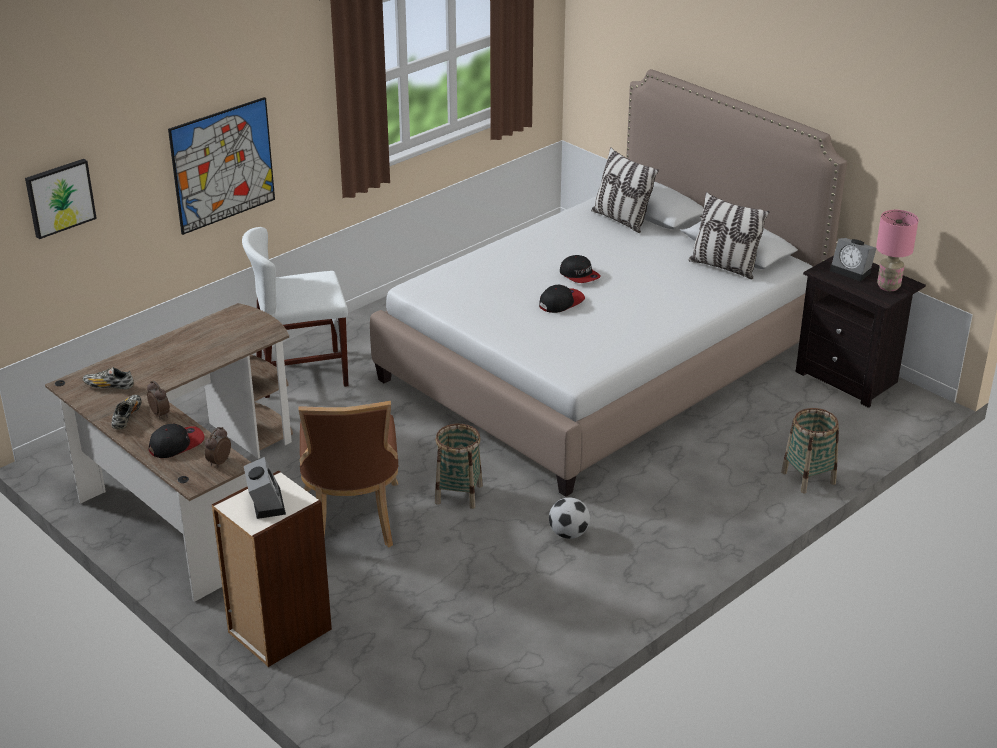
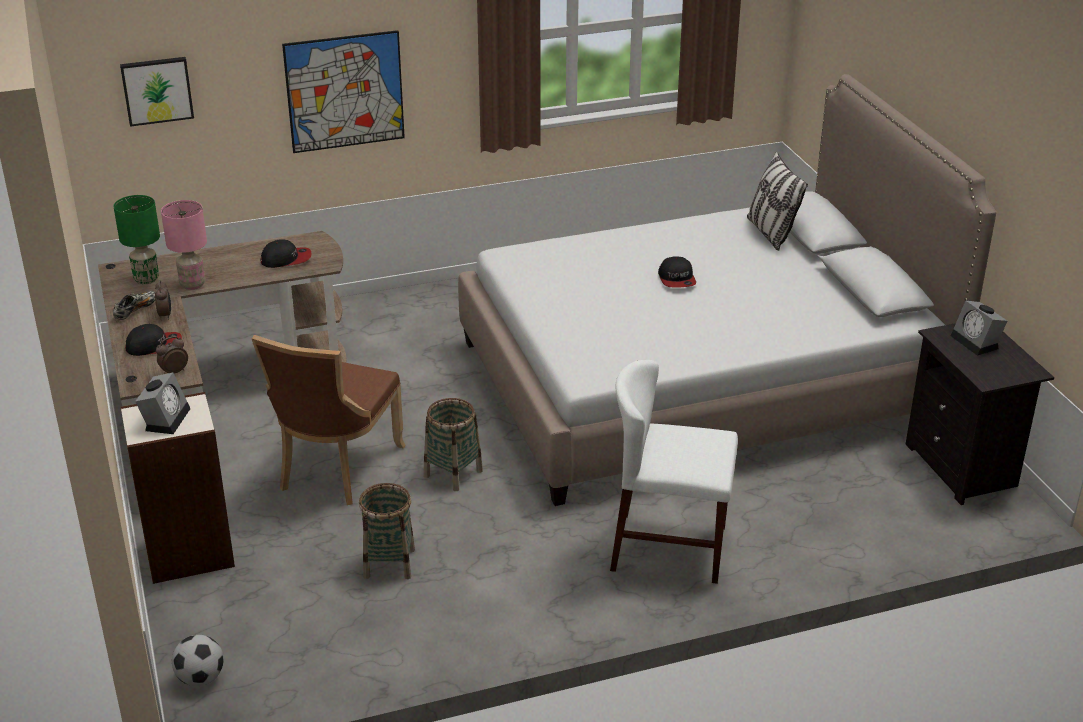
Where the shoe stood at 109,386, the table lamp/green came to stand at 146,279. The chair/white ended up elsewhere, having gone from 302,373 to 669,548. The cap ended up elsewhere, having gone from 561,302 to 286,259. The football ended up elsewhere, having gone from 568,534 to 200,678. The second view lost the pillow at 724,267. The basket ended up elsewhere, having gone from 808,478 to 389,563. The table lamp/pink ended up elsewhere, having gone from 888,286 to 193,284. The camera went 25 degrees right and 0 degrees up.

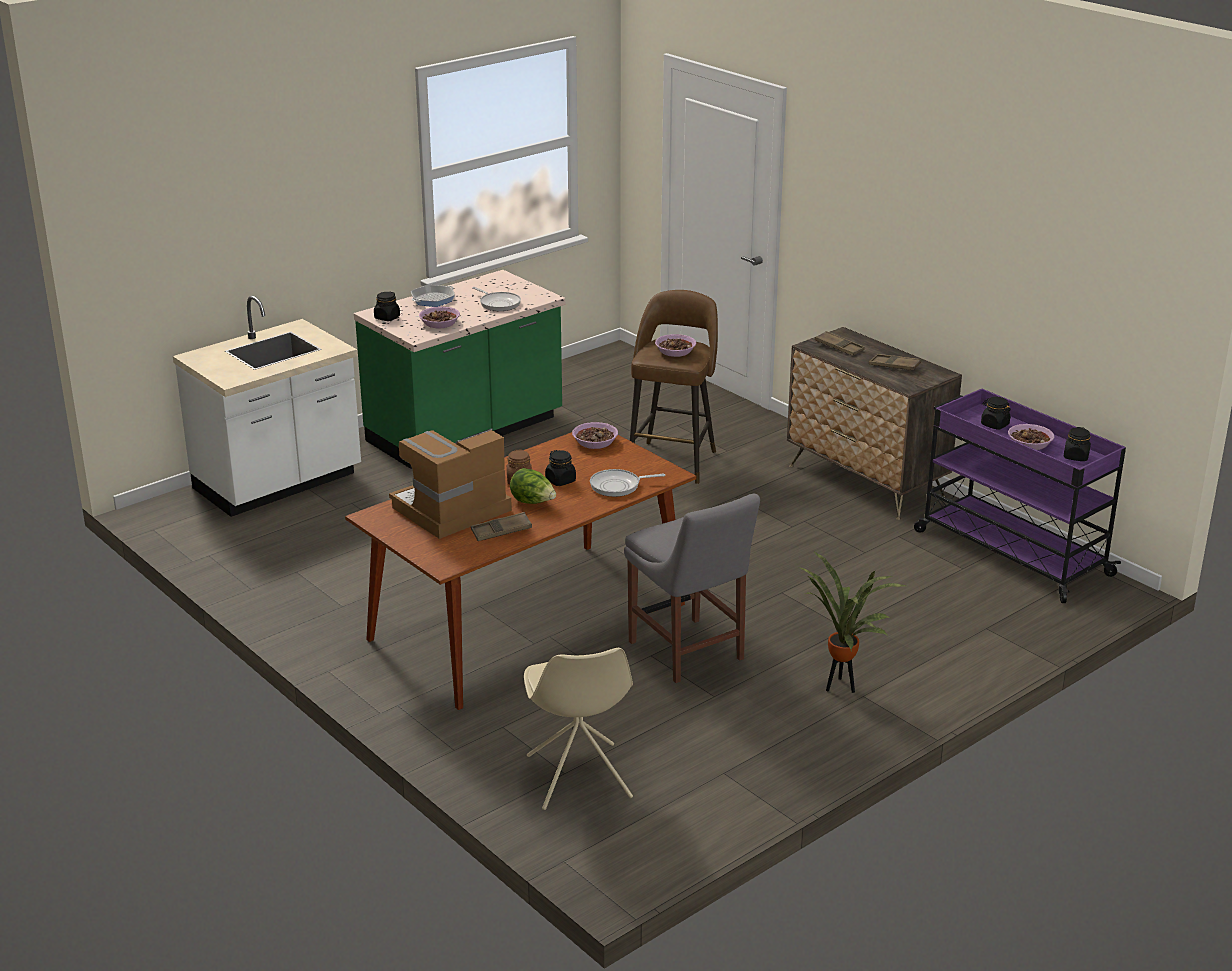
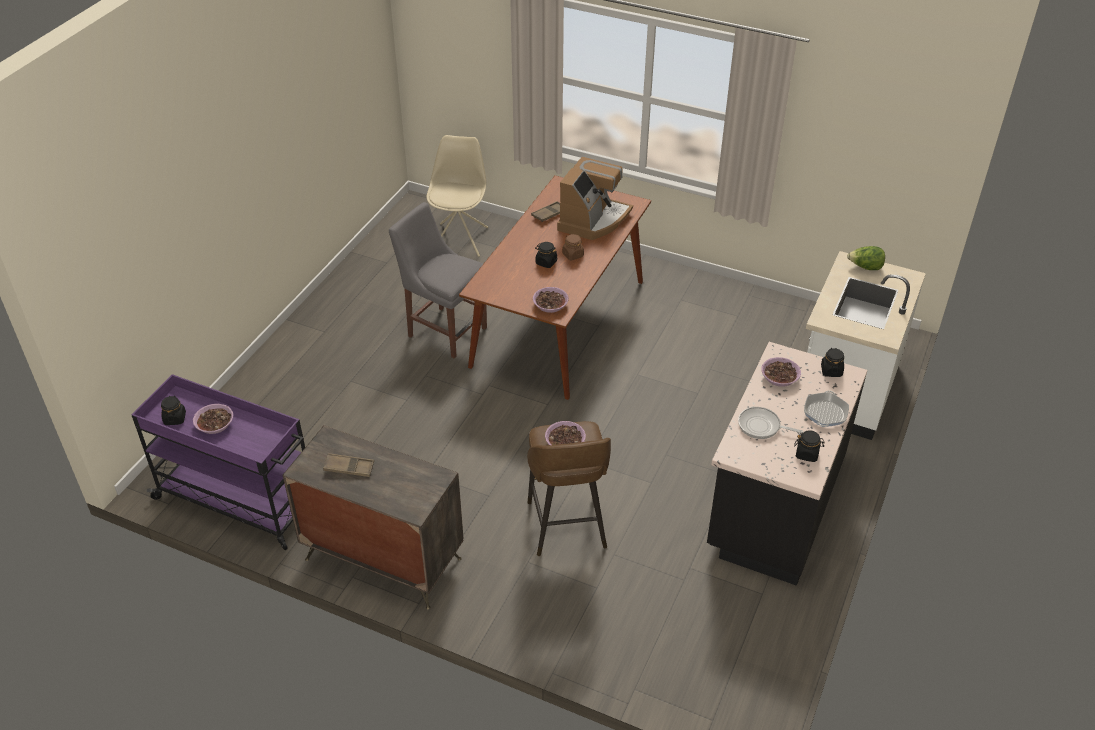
What was the counter/green at 466,431 turned into the counter/black at 773,505. The lettuce ended up elsewhere, having gone from 533,502 to 865,267. The chair/beige at 579,778 ended up facing another way, 45 degrees clockwise from before. The second view lost the frying pan at 618,486. The second view lost the potted plant at 841,688. The second view lost the tray/brown at 839,347. The jar/black ended up elsewhere, having gone from 994,425 to 807,454. The camera went 155 degrees right and 15 degrees up.

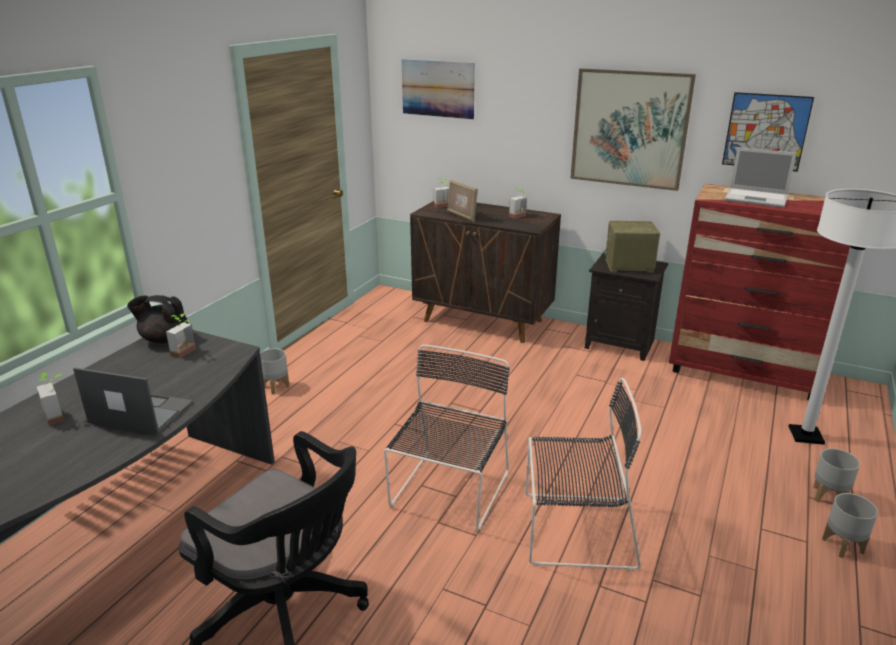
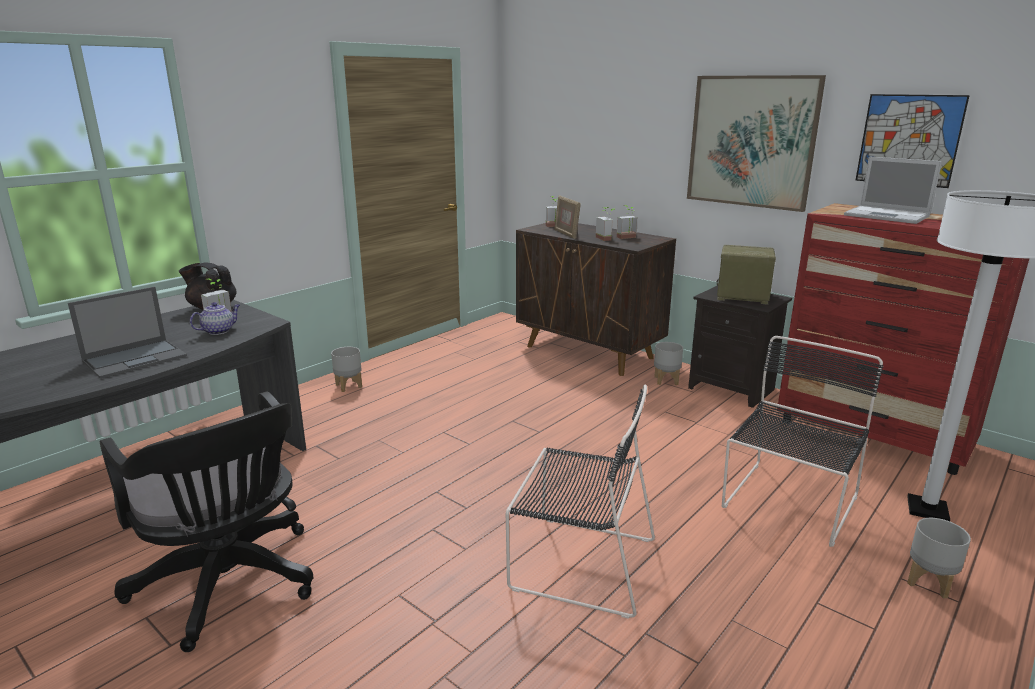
The potted plant ended up elsewhere, having gone from 60,415 to 606,238. The laptop at 140,412 ended up facing another way, 105 degrees clockwise from before. The chair/black ended up elsewhere, having gone from 449,492 to 788,504. The second view lost the picture at 438,88. The planter/grey ended up elsewhere, having gone from 842,545 to 666,380. The second view gained the teapot at 219,331. The camera went 15 degrees right and 5 degrees down.

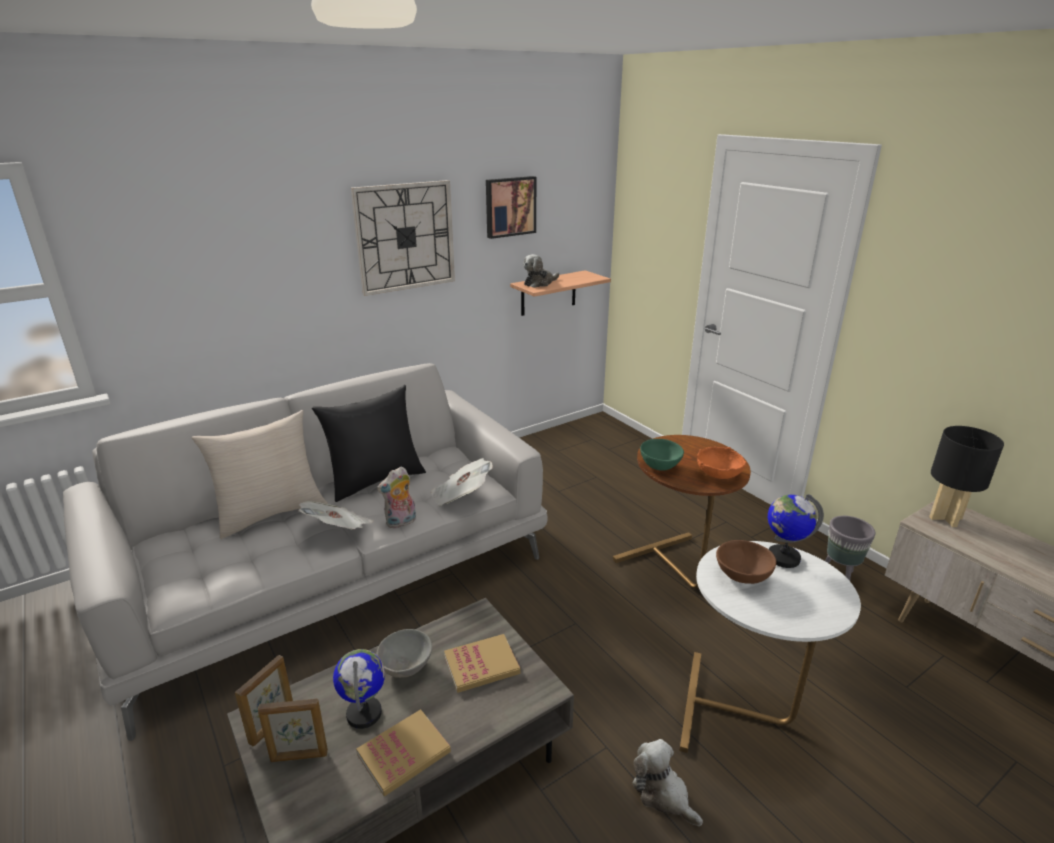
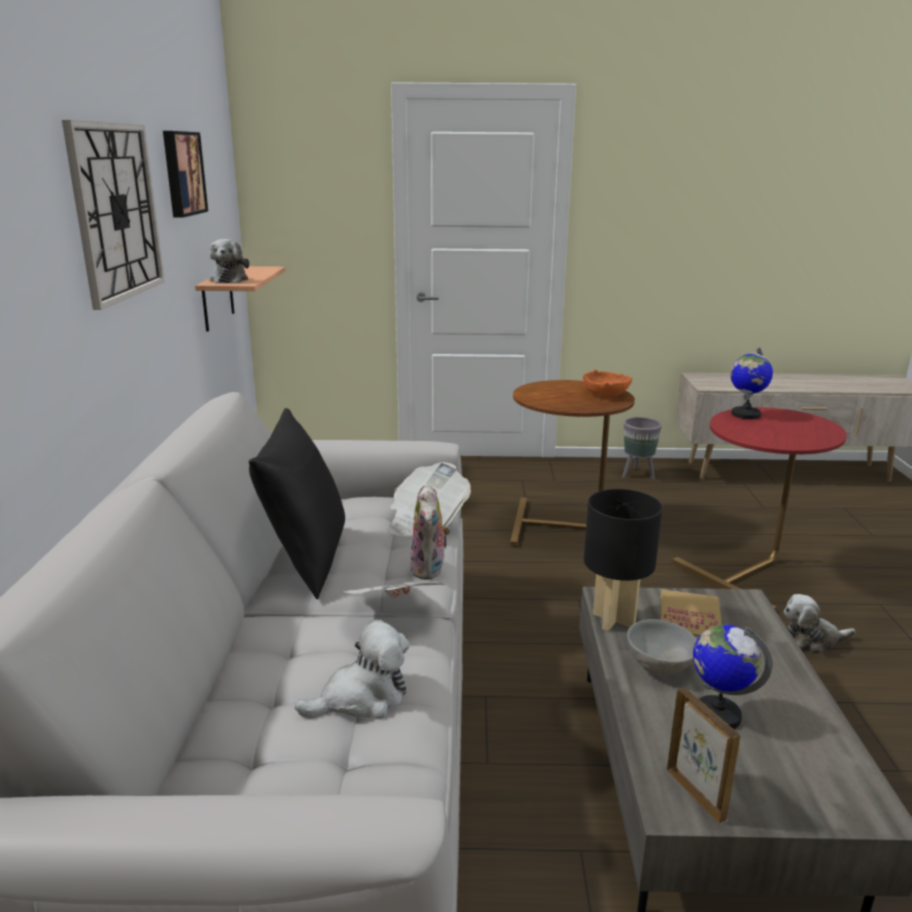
The second view lost the pillow/beige at 271,513. The second view lost the picture frame at 299,756. The second view lost the book at 404,754. The second view lost the bowl/green at 660,466. What was the side table/white at 745,715 turned into the side table/red at 751,572. The second view lost the bowl/brown at 742,577. The table lamp/black ended up elsewhere, having gone from 945,518 to 613,620. The second view gained the plush toy at 362,698. The camera went 55 degrees left and 5 degrees down.

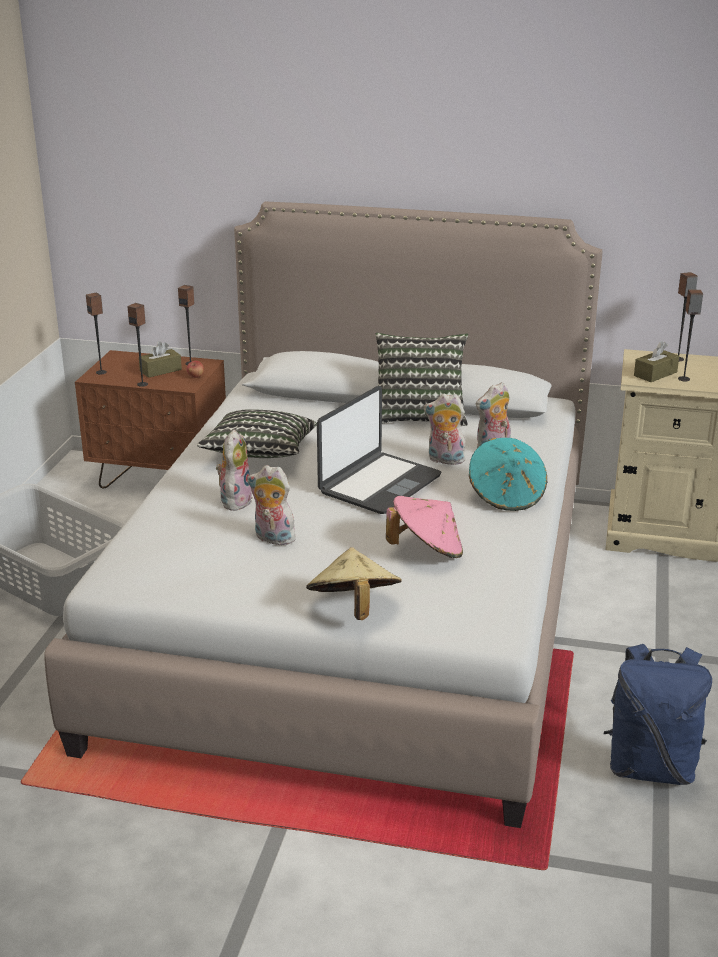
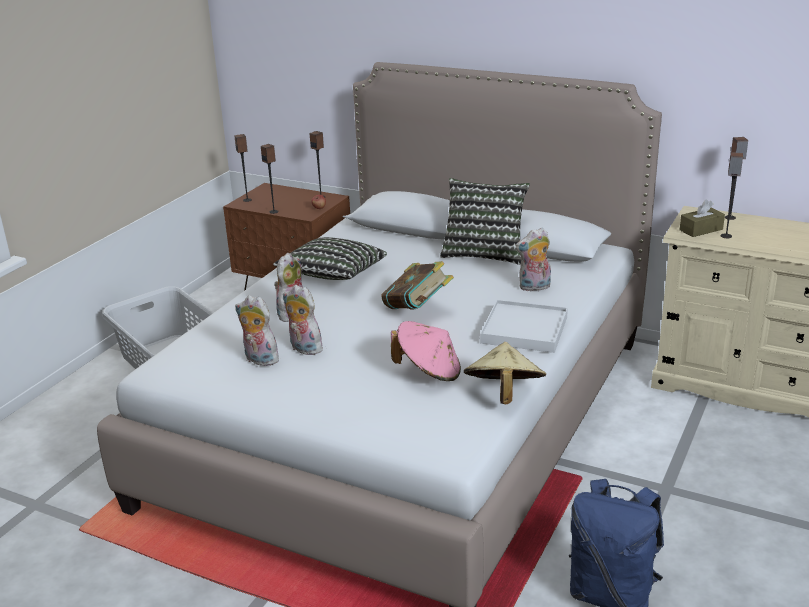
The second view lost the tissue box/brown at 160,370. The hat/beige ended up elsewhere, having gone from 353,609 to 503,395. Where the laptop stood at 379,484, the book came to stand at 417,310. The plush toy ended up elsewhere, having gone from 444,460 to 259,360. Where the hat/turquoise stood at 506,496, the tray/white came to stand at 524,330. The camera went 15 degrees right and 0 degrees up.

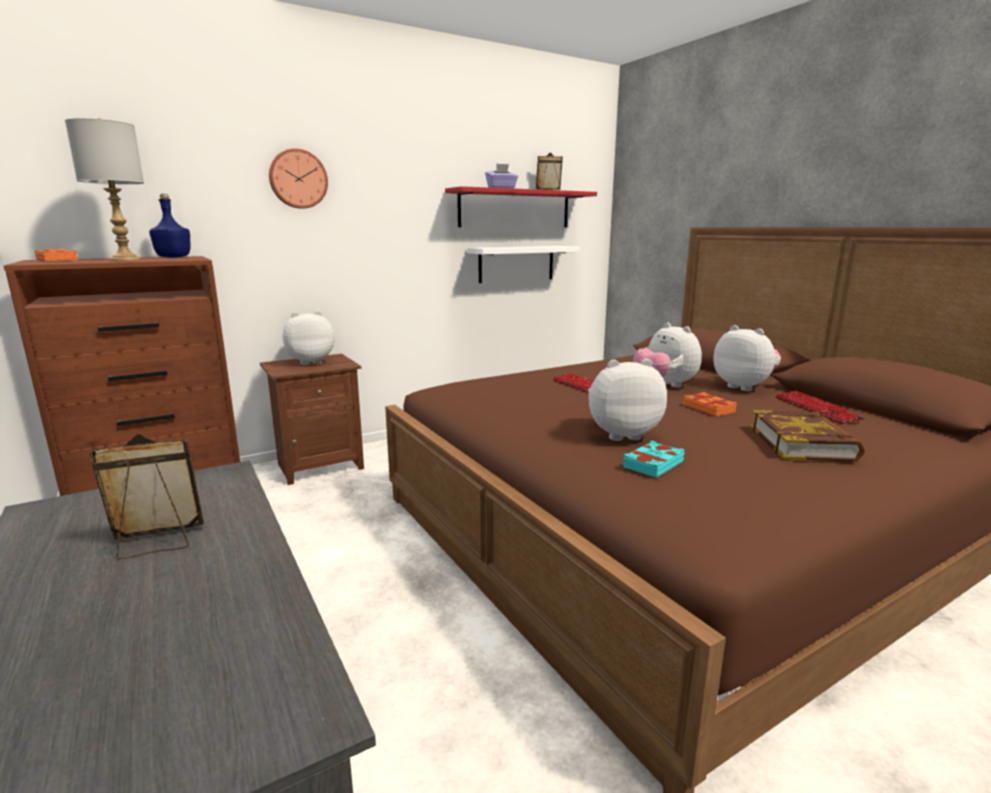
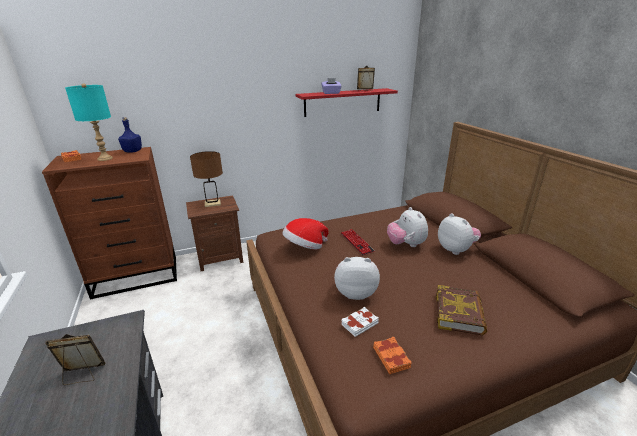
What was the table lamp/grey at 124,260 turned into the table lamp/turquoise at 105,158. The second view lost the wall clock at 298,179. Where the plush toy stood at 310,362, the table lamp/brown came to stand at 212,203. The second view lost the shelf/white at 516,264. What was the book/turquoise at 652,464 turned into the book/white at 359,323. The book/orange ended up elsewhere, having gone from 709,408 to 391,357. The second view lost the keyboard at 816,409. The second view gained the hat at 305,247. The camera went 10 degrees right and 10 degrees up.

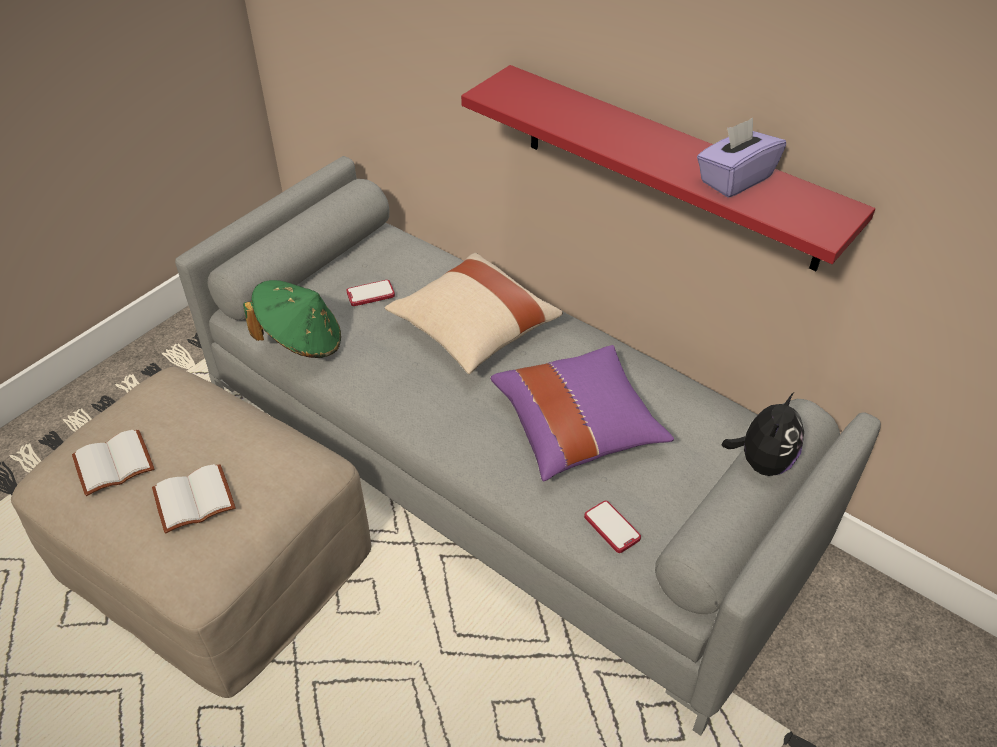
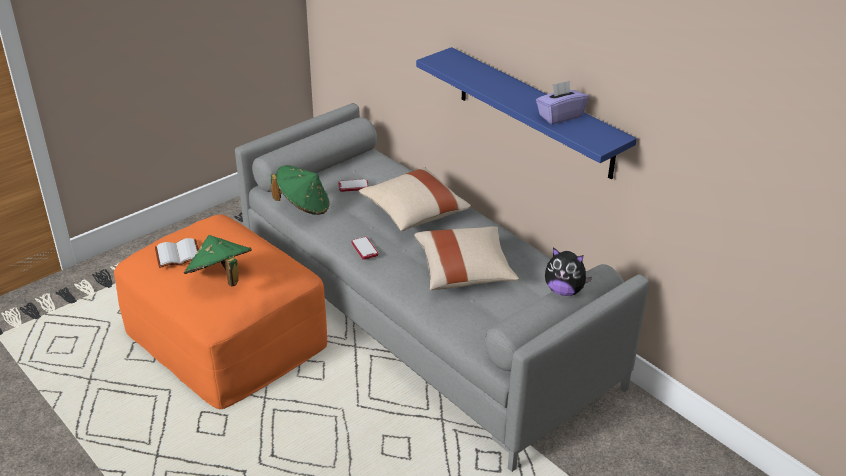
What was the ottoman/beige at 211,557 turned into the ottoman/orange at 225,337. Where the book/white stood at 193,501, the hat/green came to stand at 220,278. What was the shelf/red at 669,167 turned into the shelf/blue at 534,112. What was the pillow/purple at 578,427 turned into the pillow/beige at 464,271. The phone ended up elsewhere, having gone from 612,527 to 364,249. The plush toy at 762,462 ended up facing another way, 75 degrees clockwise from before. The camera went 10 degrees right and 10 degrees down.

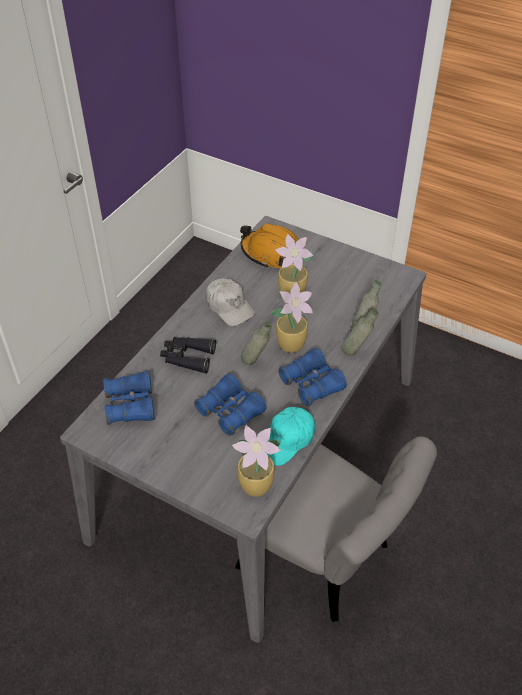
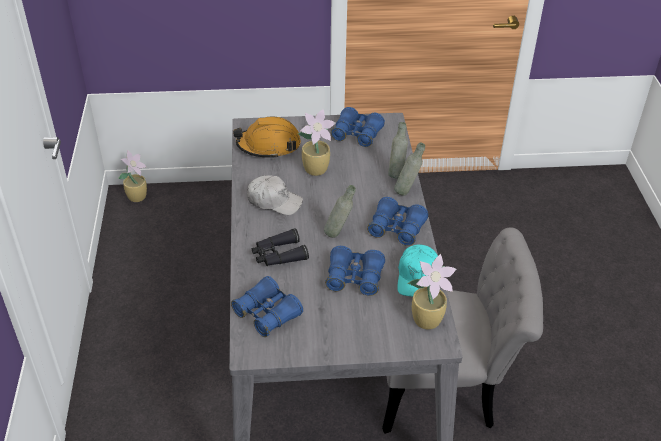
The potted plant ended up elsewhere, having gone from 292,344 to 138,196. The second view gained the binoculars/blue at 357,134. The camera went 35 degrees left and 5 degrees down.

